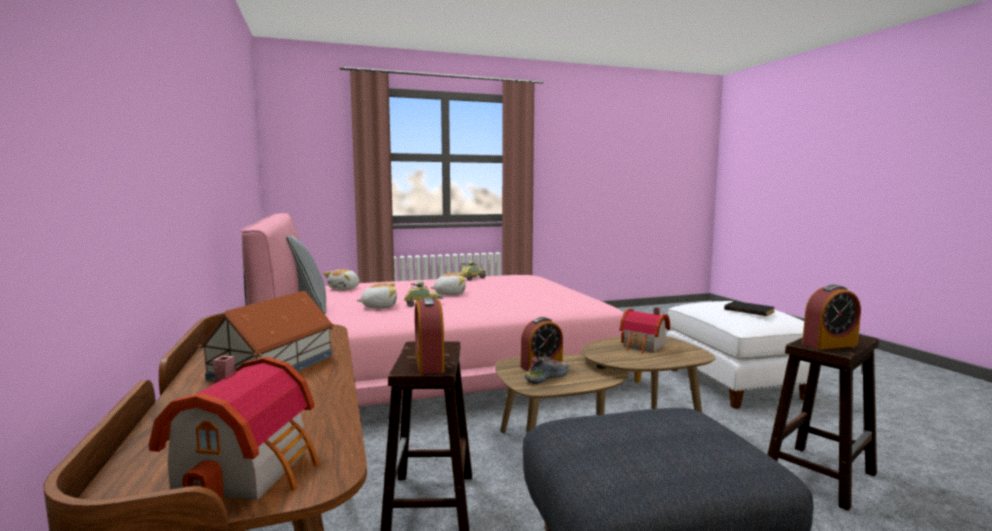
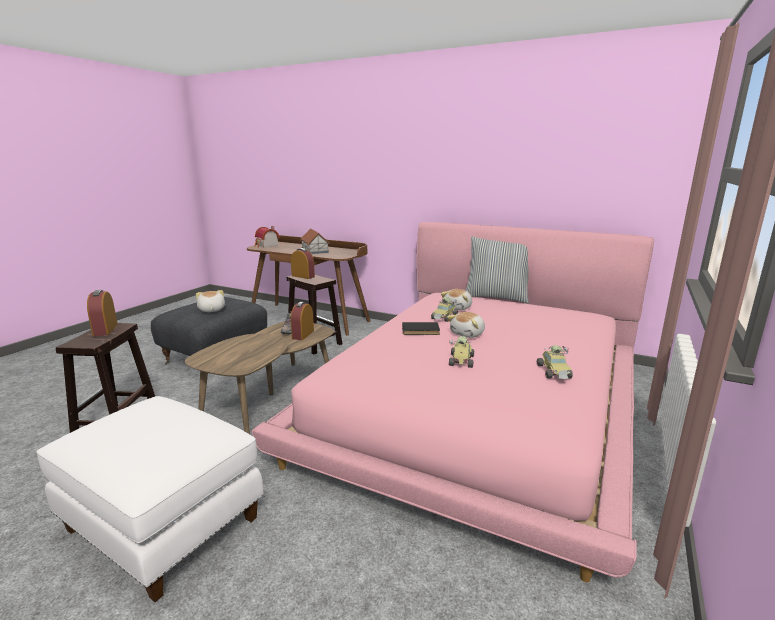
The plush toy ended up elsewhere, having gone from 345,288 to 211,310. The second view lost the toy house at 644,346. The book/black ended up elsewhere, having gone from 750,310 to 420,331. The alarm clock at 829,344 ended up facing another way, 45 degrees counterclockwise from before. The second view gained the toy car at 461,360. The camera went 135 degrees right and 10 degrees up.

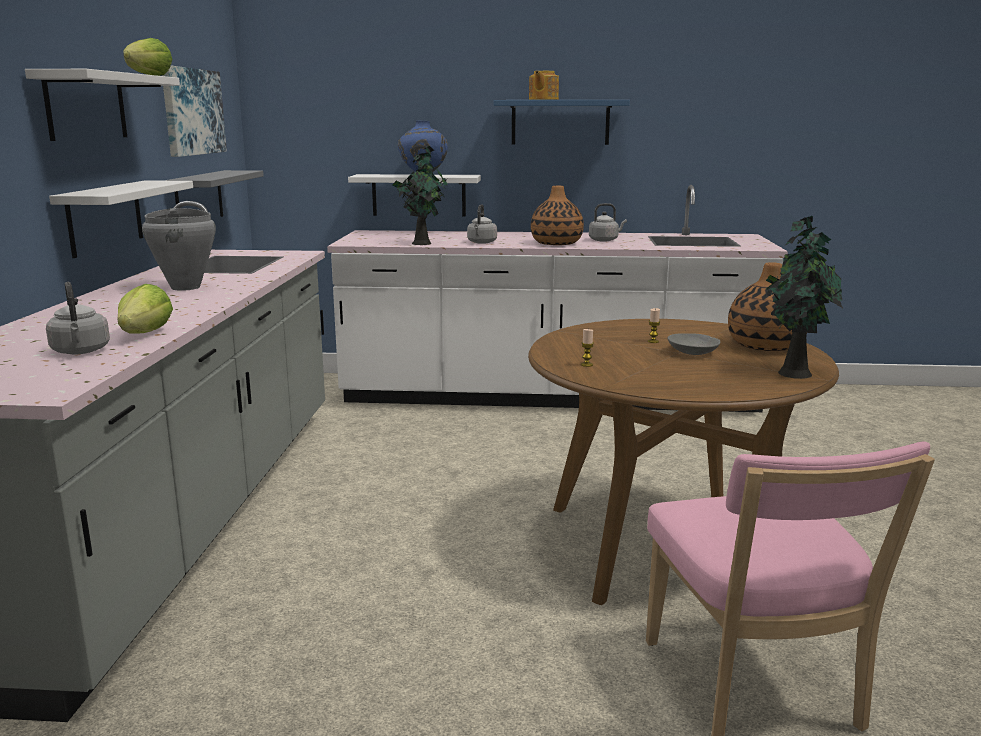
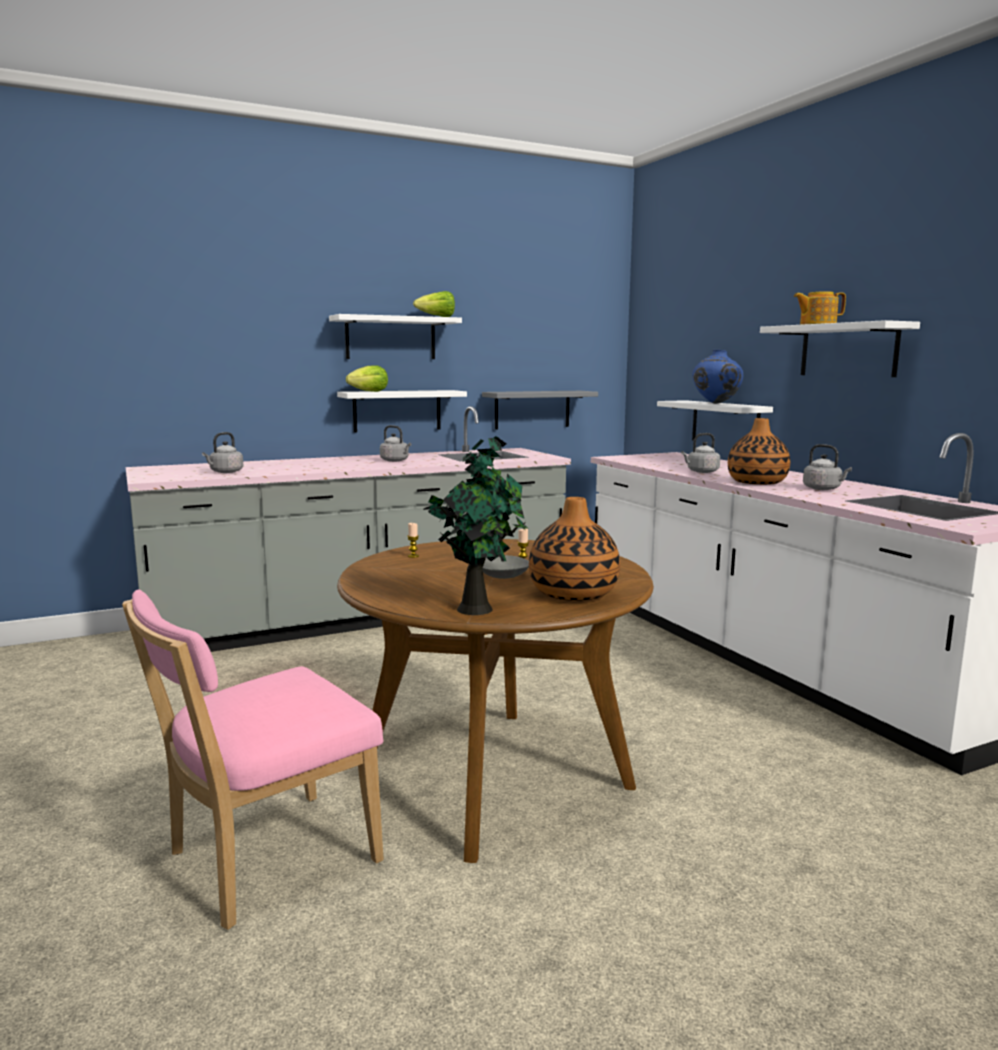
The lettuce ended up elsewhere, having gone from 146,334 to 369,391. Where the cooking pot/grey stood at 186,287, the kettle/grey came to stand at 395,461. The second view lost the picture at 192,111. The second view lost the potted plant at 422,243. What was the shelf/blue at 560,122 turned into the shelf/white at 848,350. The camera went 60 degrees right and 5 degrees down.

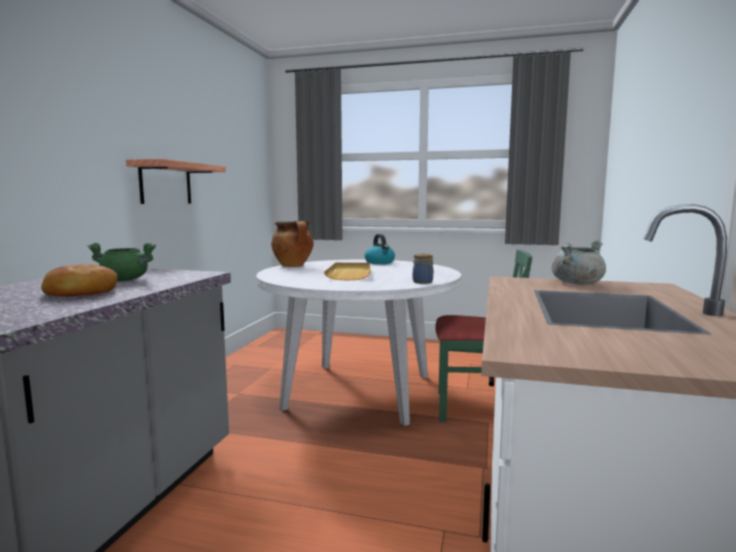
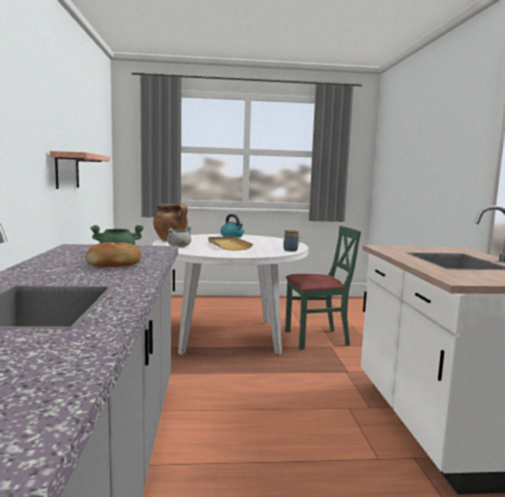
The cooking pot/grey ended up elsewhere, having gone from 577,283 to 179,246. The camera went 20 degrees left and 0 degrees up.

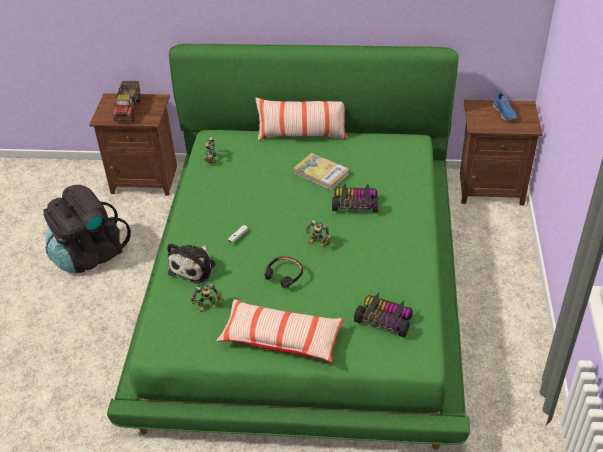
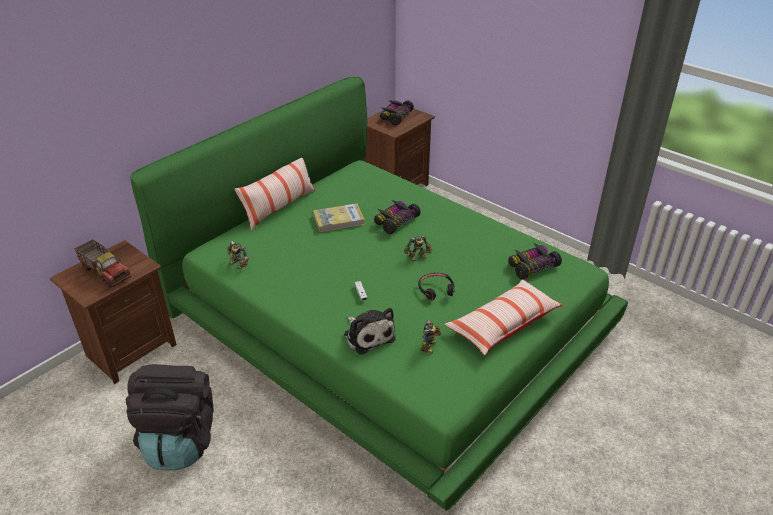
Where the shoe/blue stood at 505,113, the toy car came to stand at 395,116. The camera went 55 degrees left and 5 degrees down.

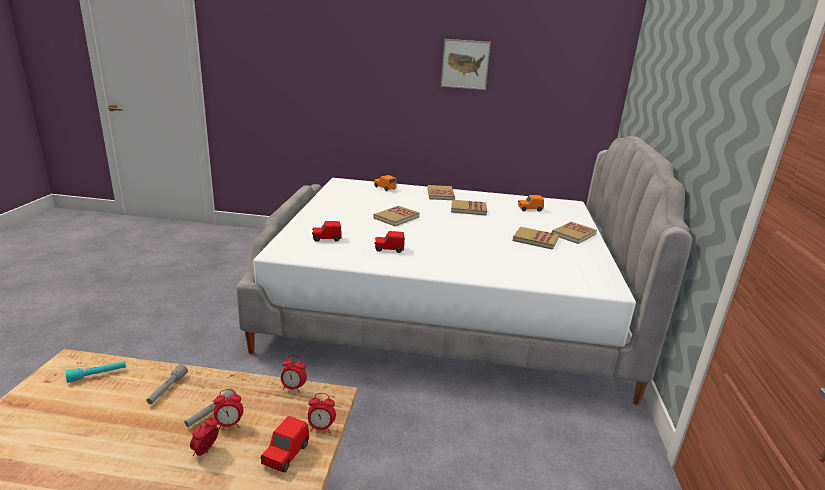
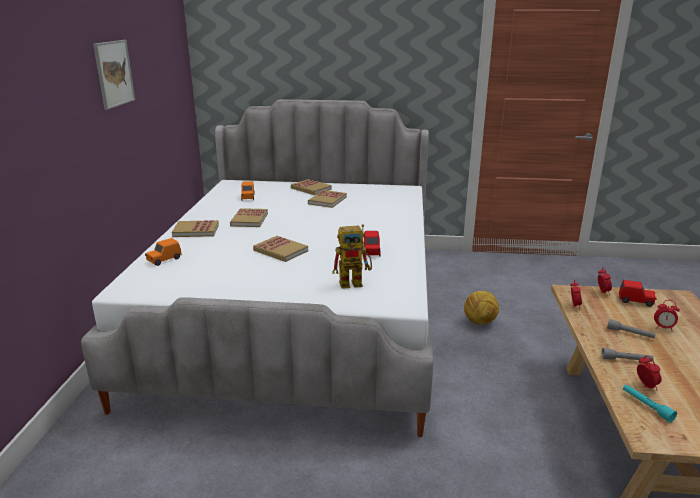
The alarm clock ended up elsewhere, having gone from 229,425 to 645,386. Where the toy car/red stood at 326,238, the toy robot came to stand at 355,282. The second view gained the football at 480,322. The camera went 90 degrees left and 0 degrees up.

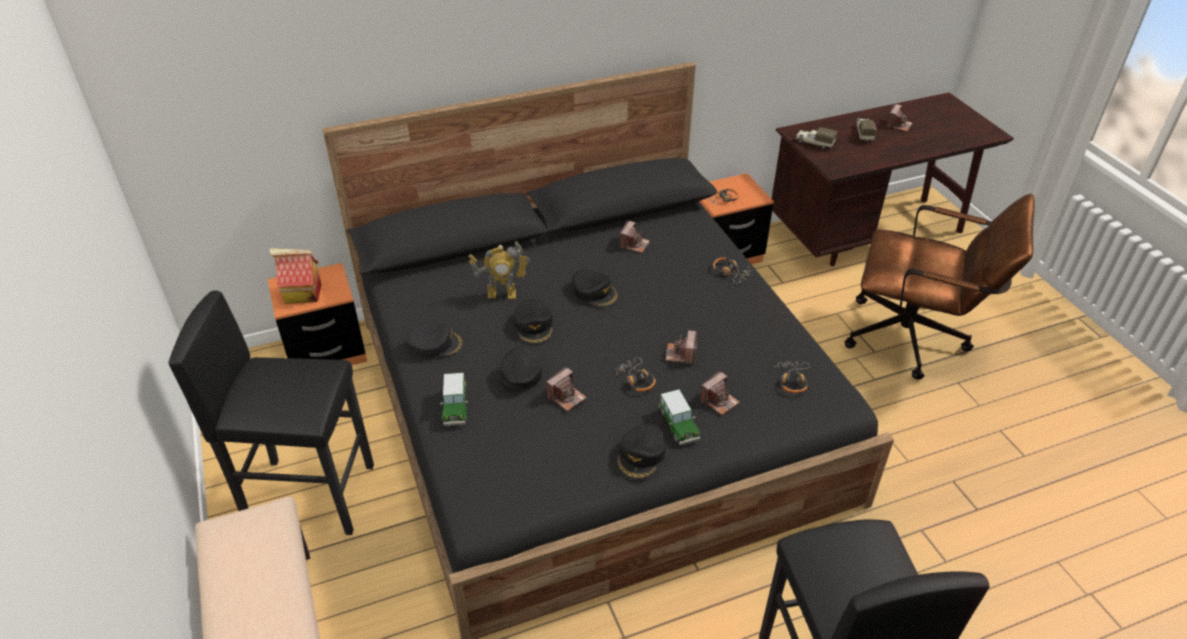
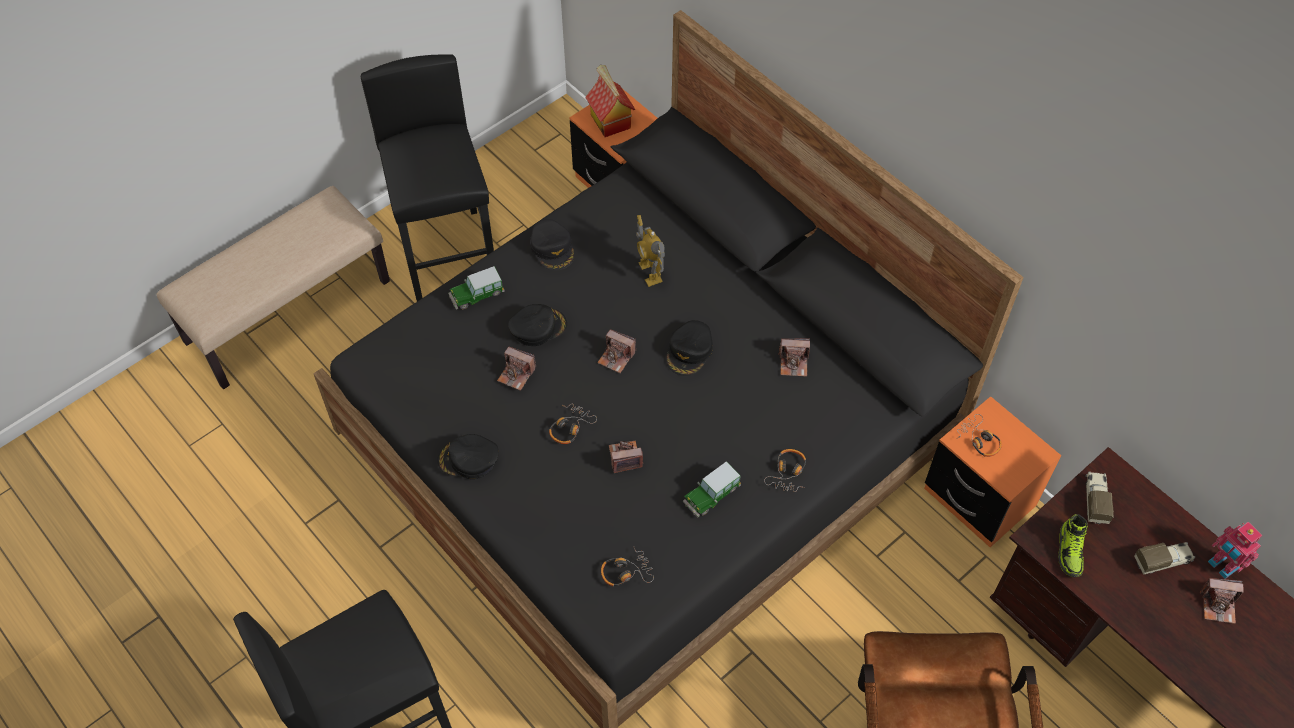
The second view lost the cap/black at 534,326. The toy car ended up elsewhere, having gone from 678,425 to 711,495. The photo camera ended up elsewhere, having gone from 719,401 to 616,357. The second view gained the shoe at 1070,551. The second view gained the toy robot at 1221,566. The camera went 70 degrees right and 15 degrees up.

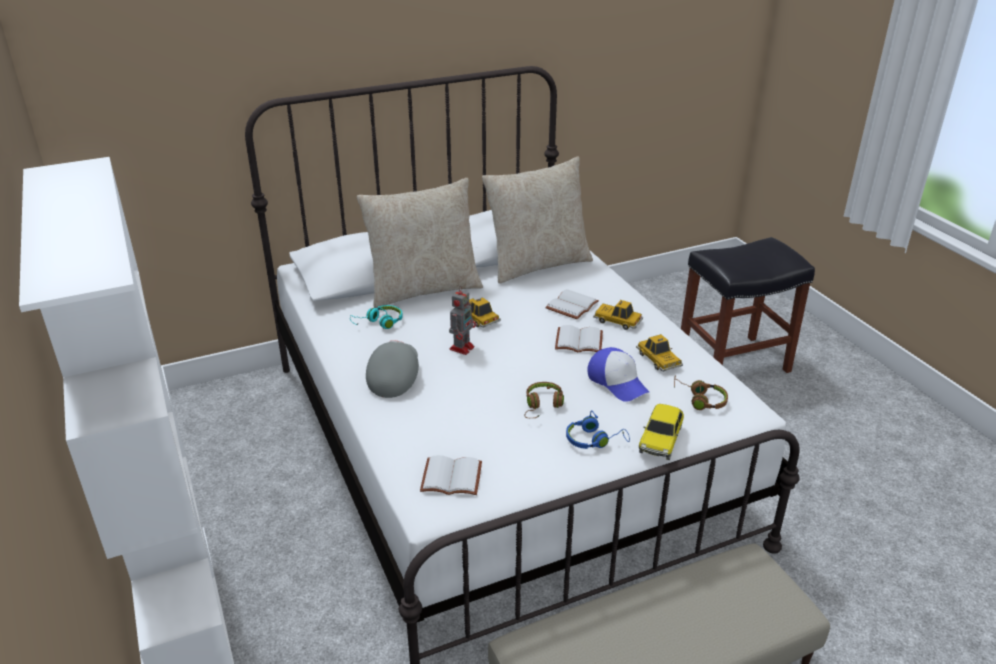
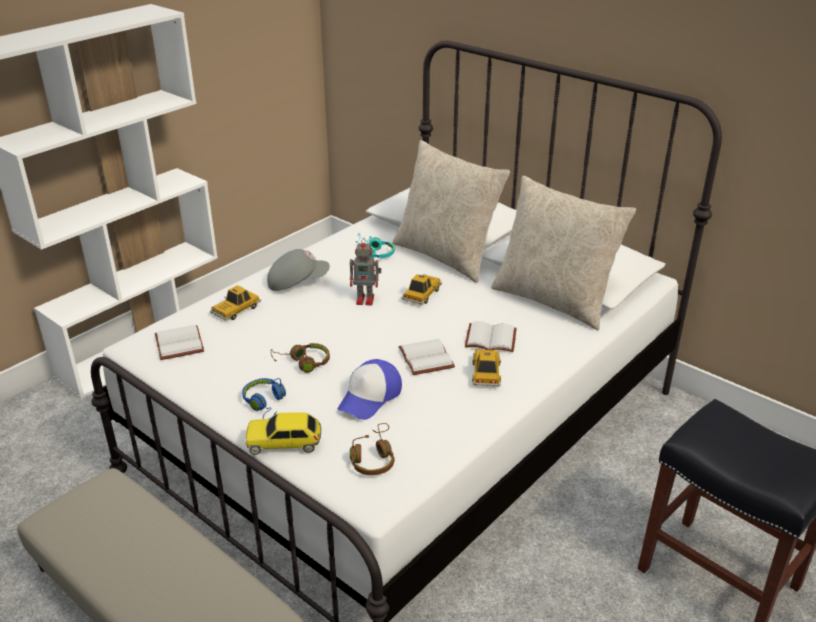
The toy car ended up elsewhere, having gone from 658,359 to 236,310. The camera went 65 degrees right and 0 degrees up.

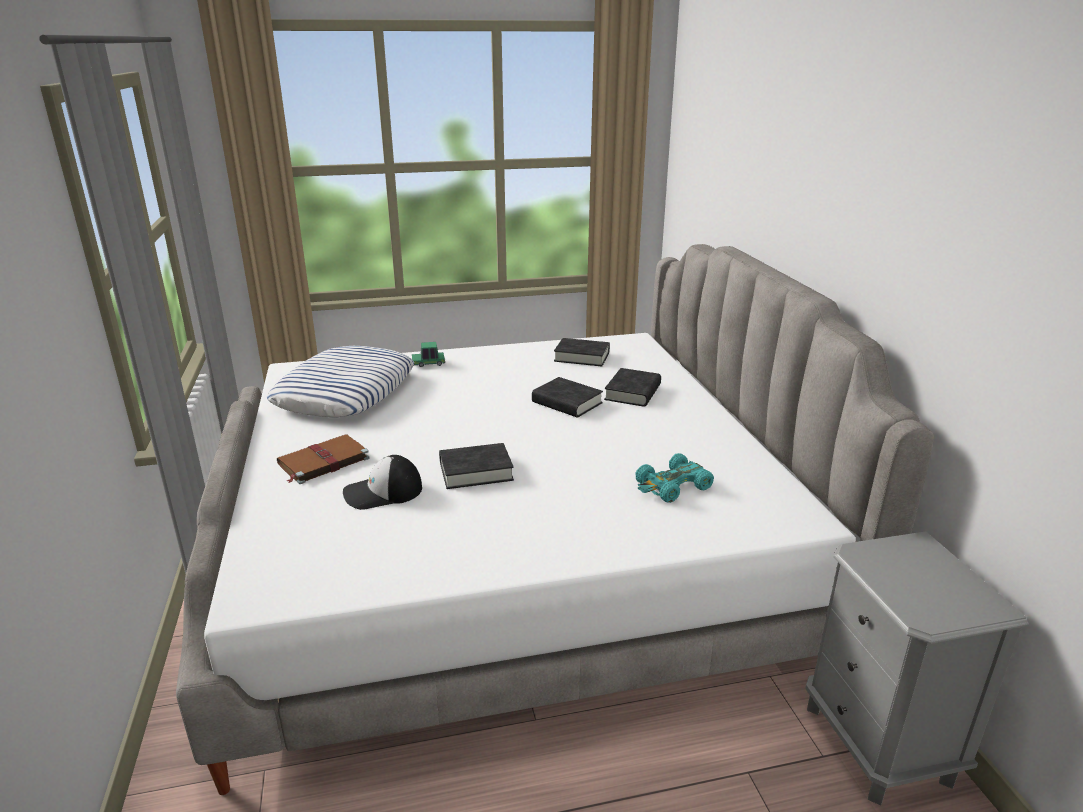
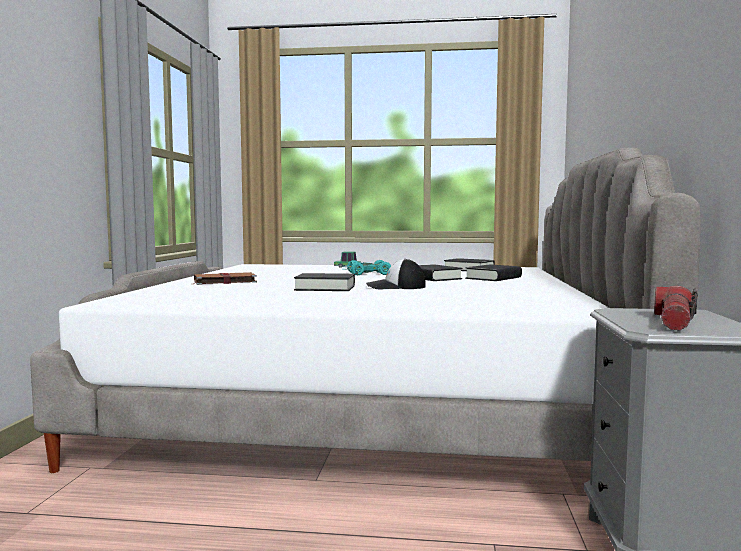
The second view lost the pillow at 345,392. The cap ended up elsewhere, having gone from 382,492 to 395,287. The toy car/turquoise ended up elsewhere, having gone from 672,486 to 368,274. The second view gained the flashlight at 674,323. The camera went 20 degrees right and 20 degrees down.

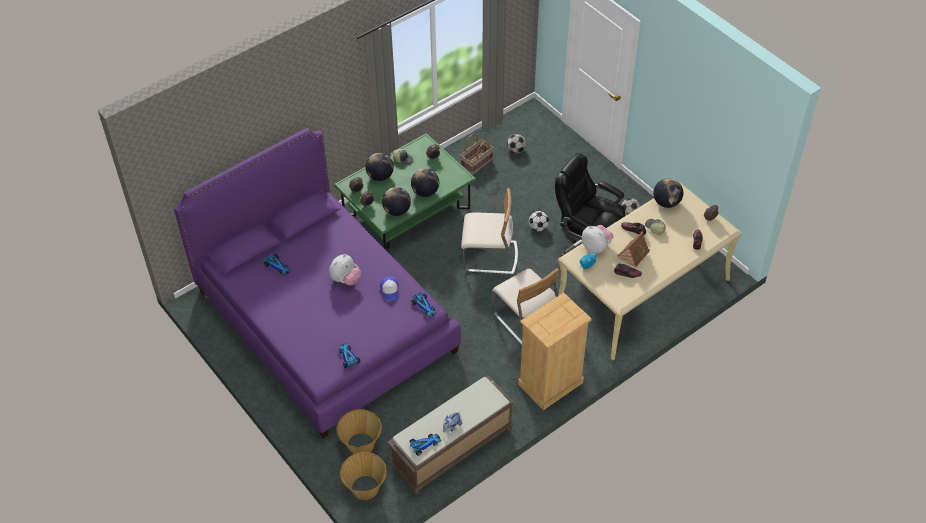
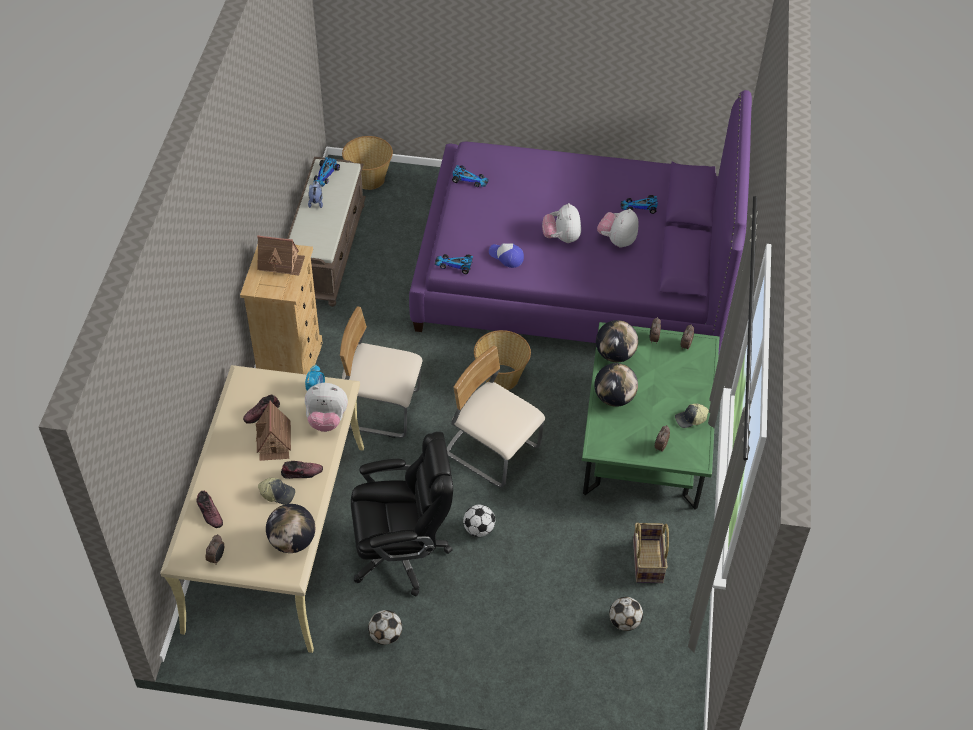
The basket ended up elsewhere, having gone from 361,444 to 501,377. The second view lost the globe at 380,176. The chair/beige at 490,257 ended up facing another way, 75 degrees clockwise from before. The second view gained the toy house at 281,263. The second view gained the plush toy at 617,240. The camera went 135 degrees right and 0 degrees up.

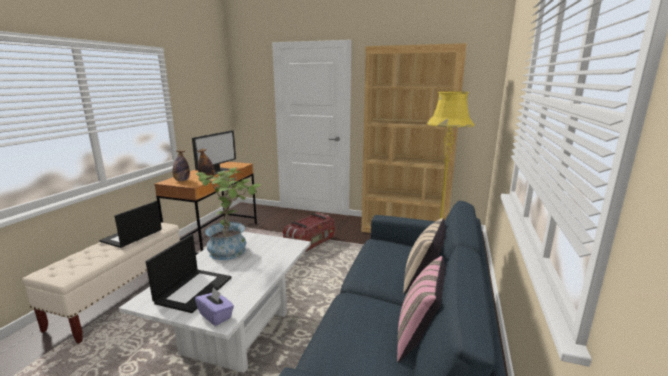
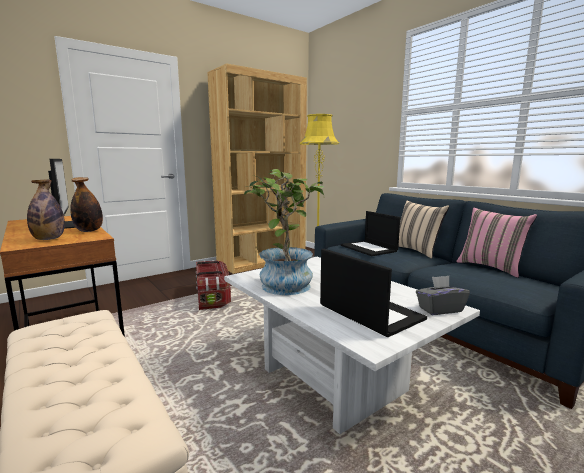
The laptop ended up elsewhere, having gone from 131,236 to 369,248. What was the tissue box/purple at 216,316 turned into the tissue box/grey at 440,309. The camera went 55 degrees left and 5 degrees down.

